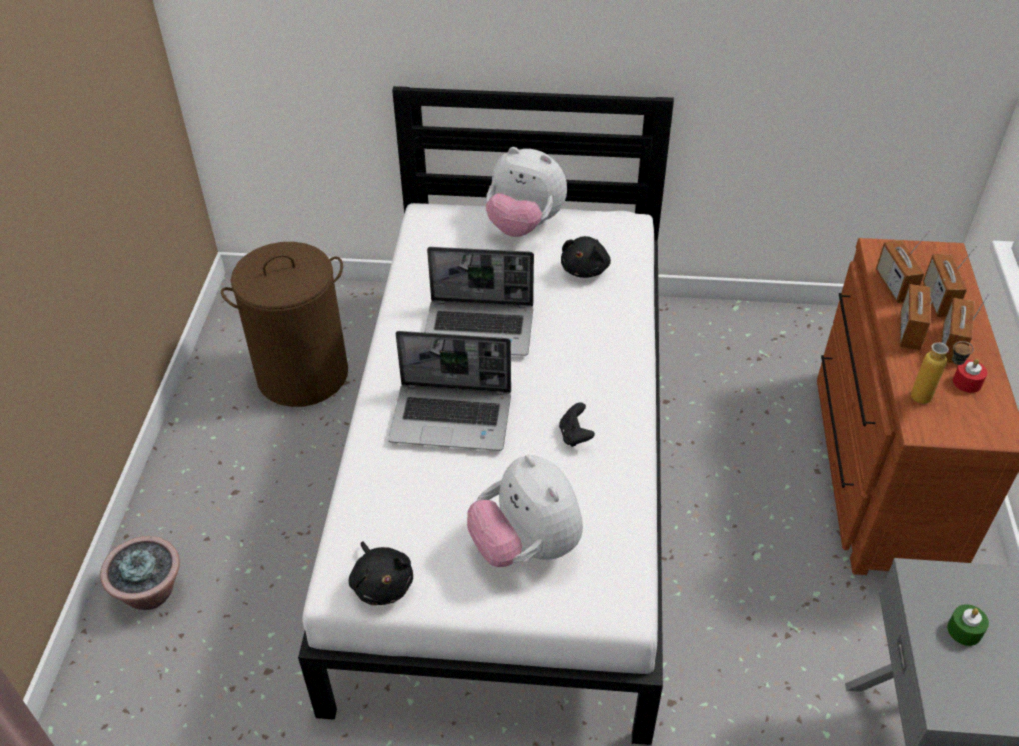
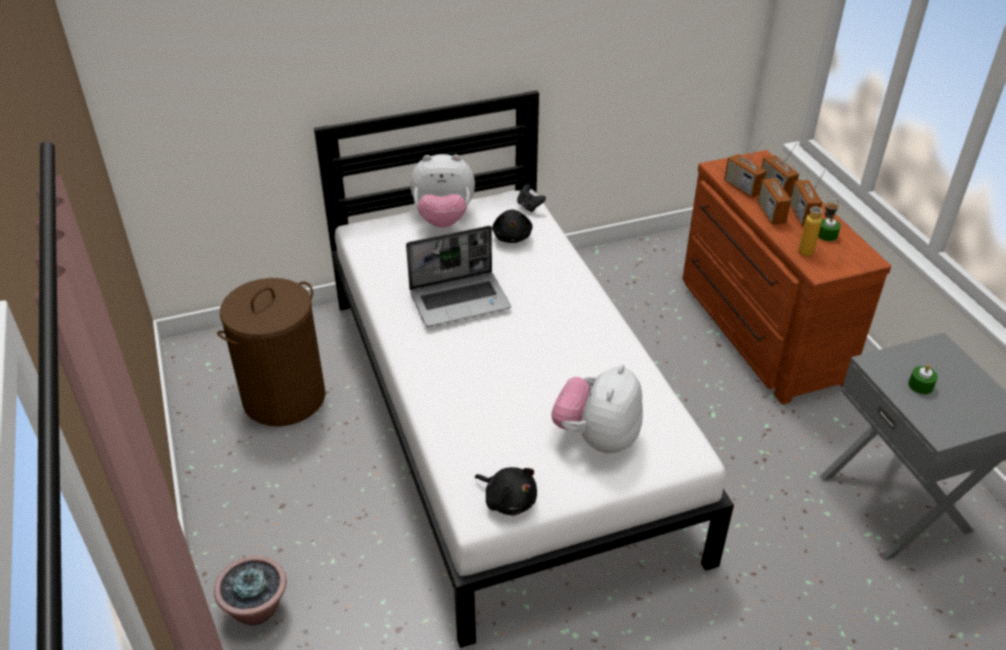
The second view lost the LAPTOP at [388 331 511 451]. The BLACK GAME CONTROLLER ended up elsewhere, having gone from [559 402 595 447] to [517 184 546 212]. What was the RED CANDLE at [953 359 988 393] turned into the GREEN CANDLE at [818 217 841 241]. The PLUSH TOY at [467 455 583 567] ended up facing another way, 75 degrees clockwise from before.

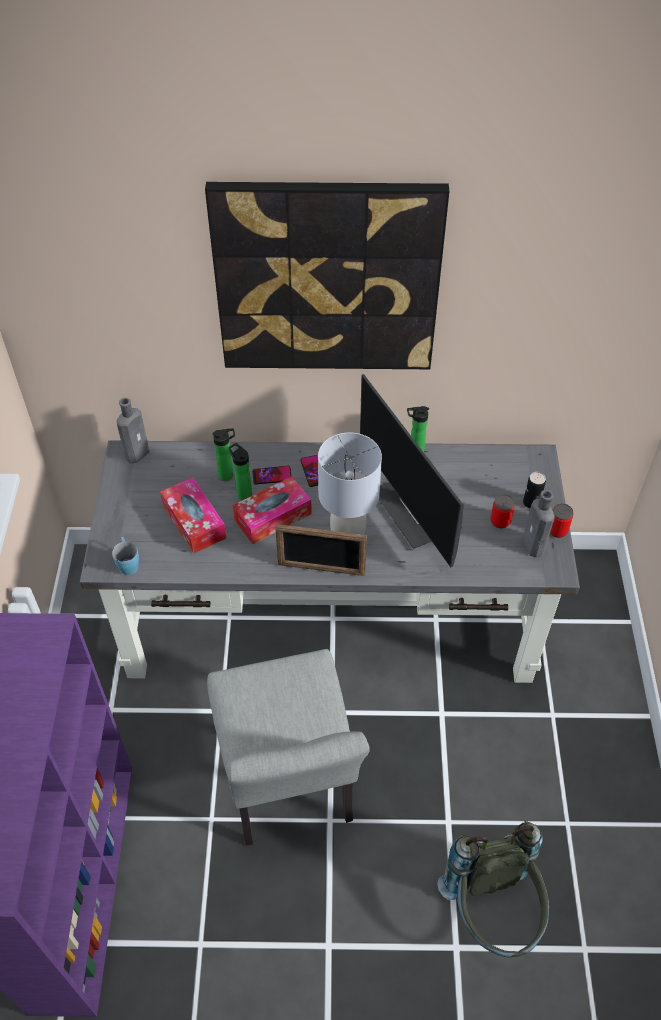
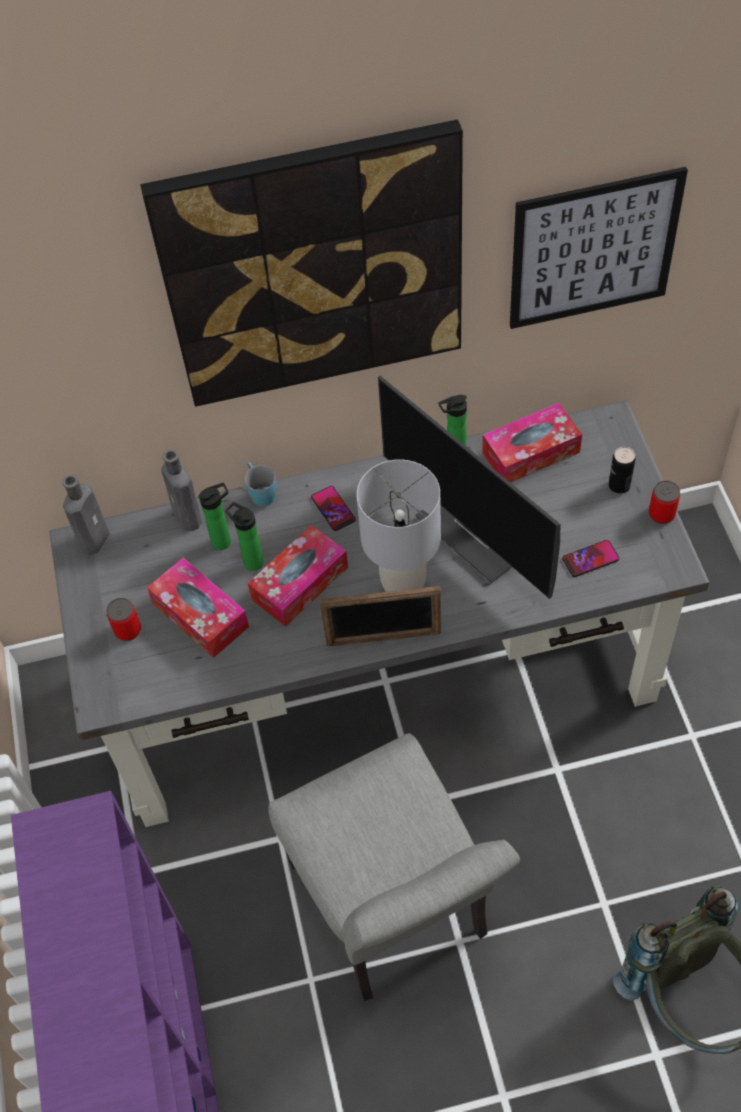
The second view gained the TISSUE BOX at [482 403 582 482]. The second view gained the PICTURE at [510 167 688 329]. The BLUE MUG ended up elsewhere, having gone from [112 537 139 575] to [245 462 277 507]. The PHONE ended up elsewhere, having gone from [252 466 291 485] to [562 540 619 577]. The CAN ended up elsewhere, having gone from [491 494 515 528] to [106 598 141 641]. The GREY BOTTLE ended up elsewhere, having gone from [522 490 555 558] to [161 450 202 531].

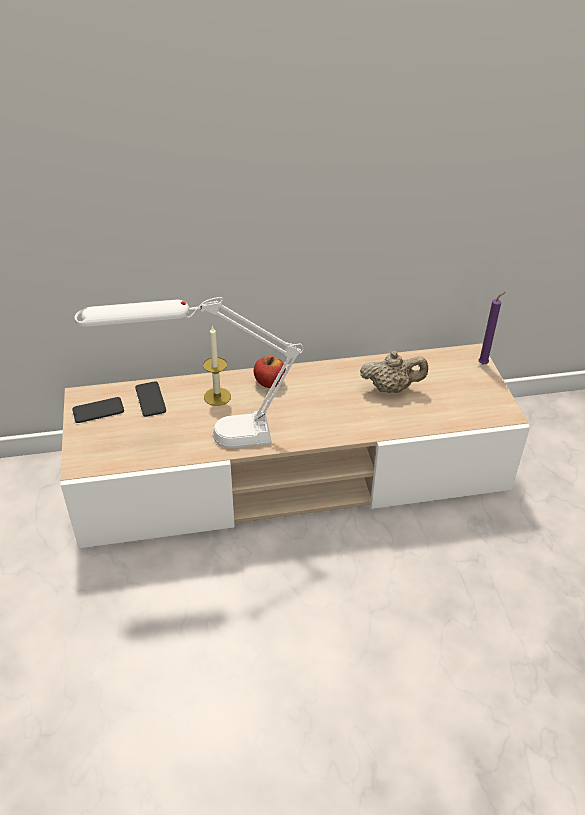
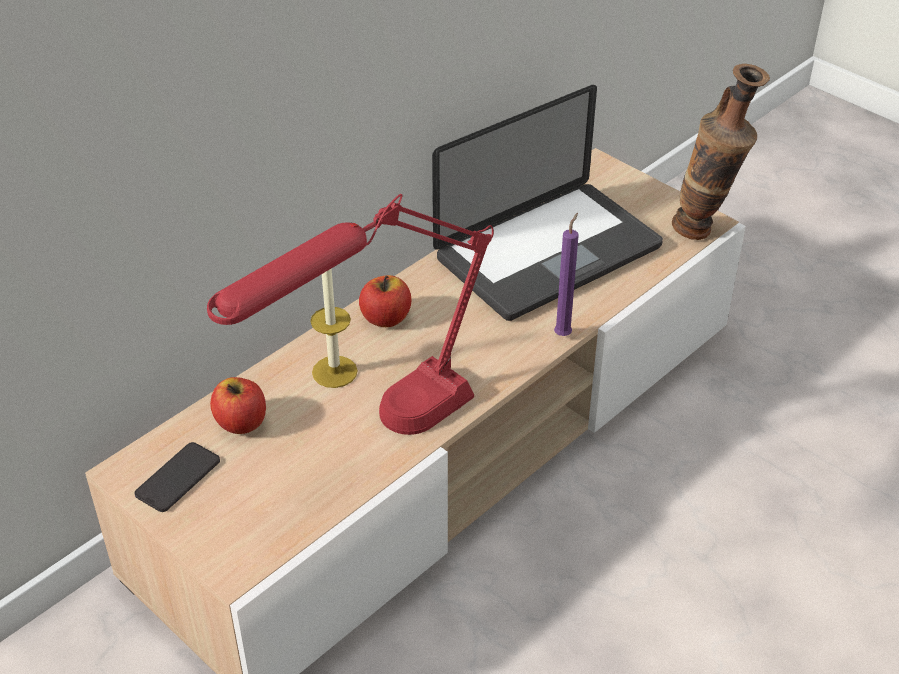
The second view gained the VASE at [672 64 770 240]. The PURPLE CANDLE ended up elsewhere, having gone from [478 291 506 364] to [554 213 579 336]. Where the PHONE stood at [135 381 166 417], the APPLE came to stand at [210 377 266 434]. Where the BEIGE TEAPOT stood at [360 351 428 393], the LAPTOP came to stand at [432 85 663 321]. What was the WHITE TABLE LAMP at [74 297 303 448] turned into the RED TABLE LAMP at [207 194 494 435].

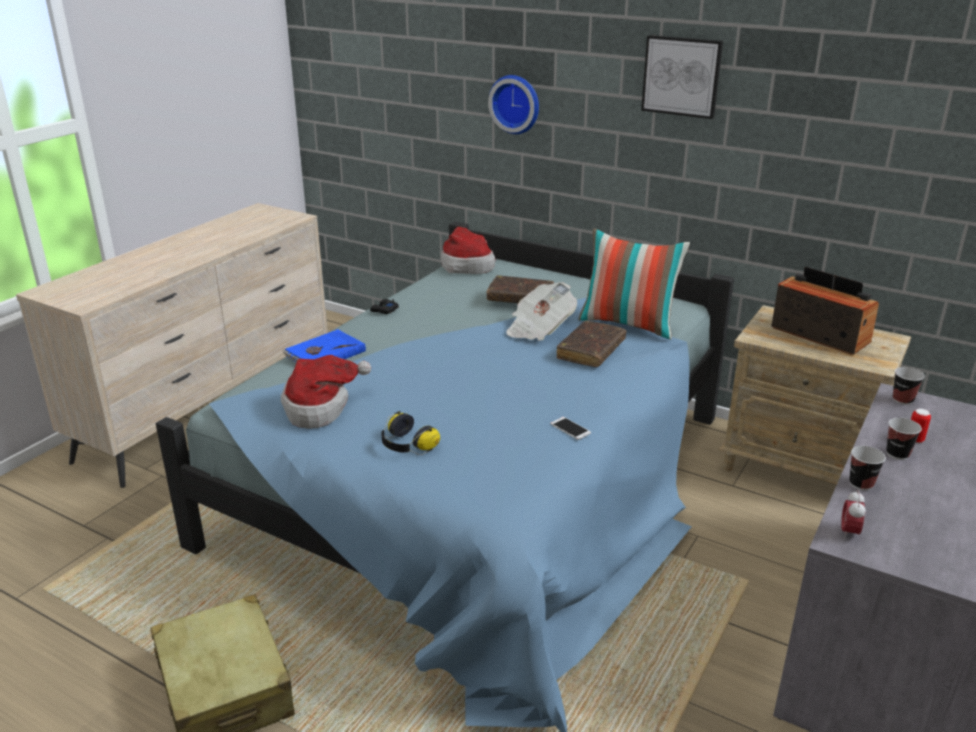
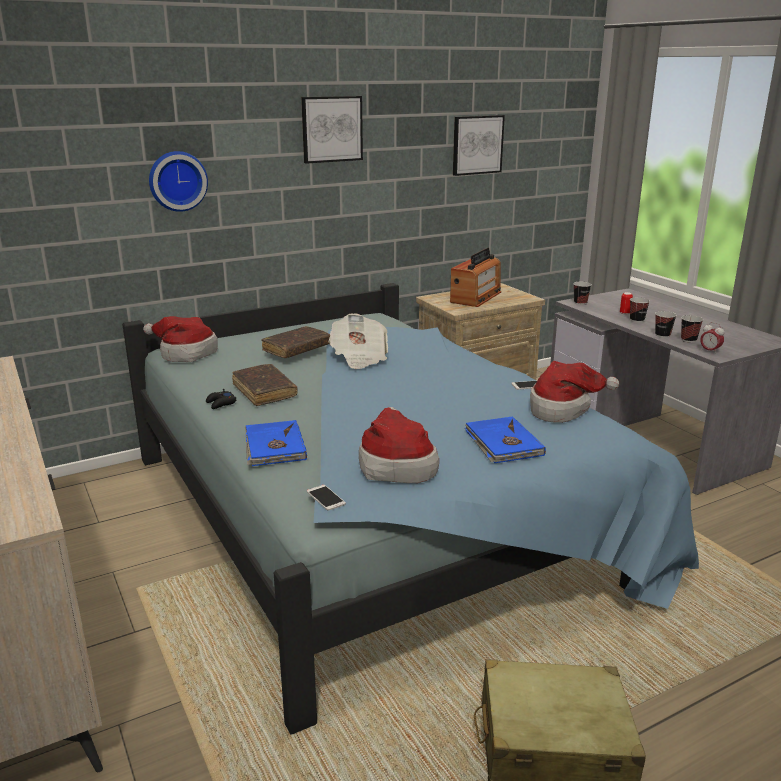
The second view lost the PILLOW at [578 228 690 340]. The second view gained the PHONE at [307 485 346 511]. The second view gained the PICTURE at [453 115 505 176]. The second view gained the HAT at [530 361 619 423]. The second view gained the CUP at [681 315 703 343]. The BROWN BOOK ended up elsewhere, having gone from [557 321 626 367] to [232 364 298 406]. Where the HEADPHONES stood at [381 411 440 455], the BLUE BOOK came to stand at [465 416 546 463]. The RADIO at [771 267 879 355] ended up facing another way, 135 degrees clockwise from before.

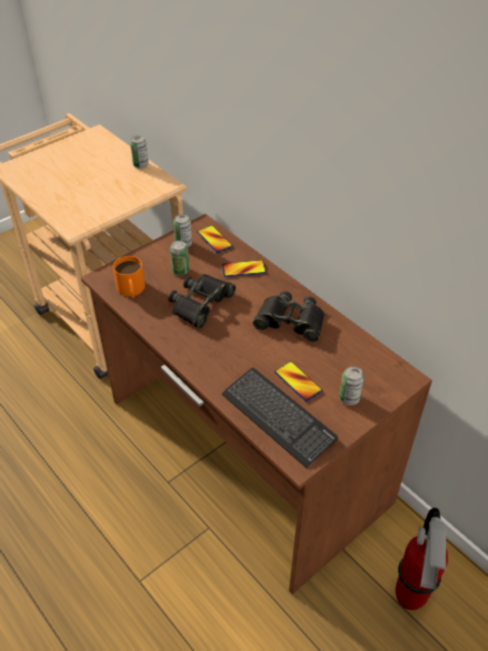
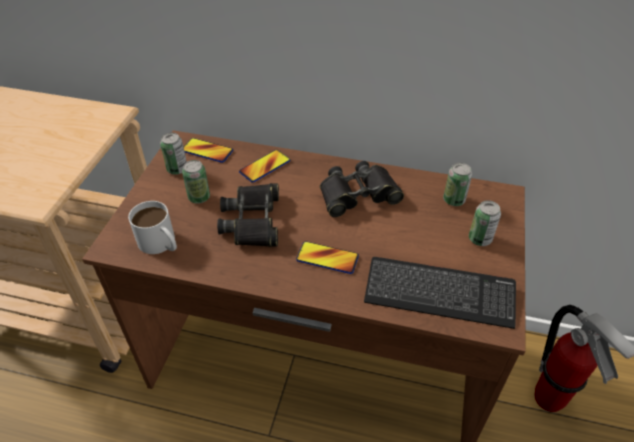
The CAN ended up elsewhere, having gone from [130 136 149 169] to [443 162 472 206]. The PHONE ended up elsewhere, having gone from [275 361 322 402] to [296 241 359 274]. What was the ORANGE MUG at [113 256 145 298] turned into the WHITE MUG at [128 201 177 254].

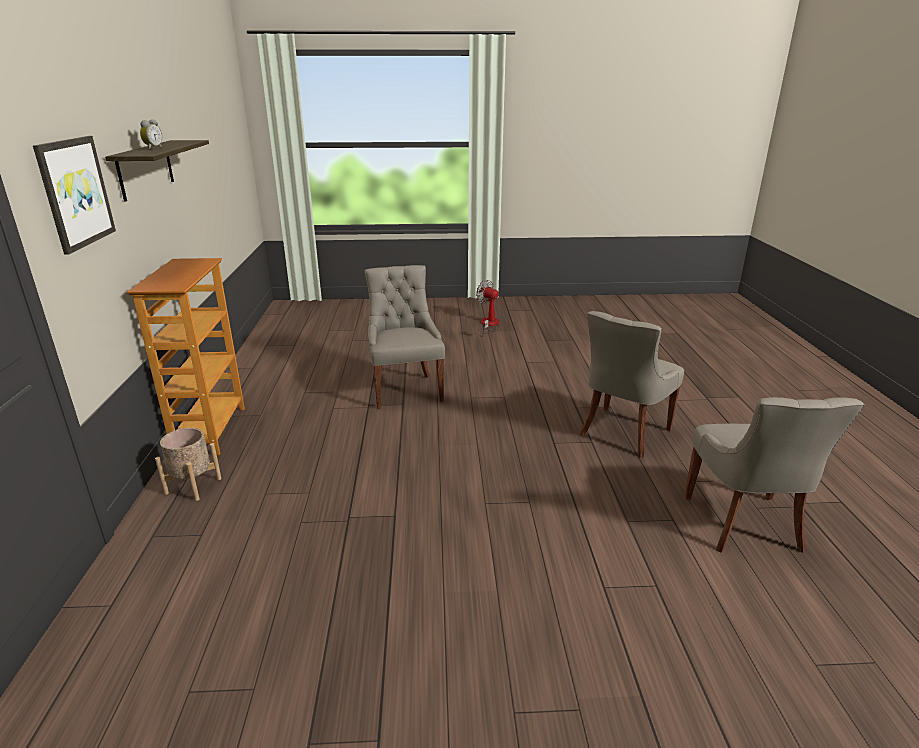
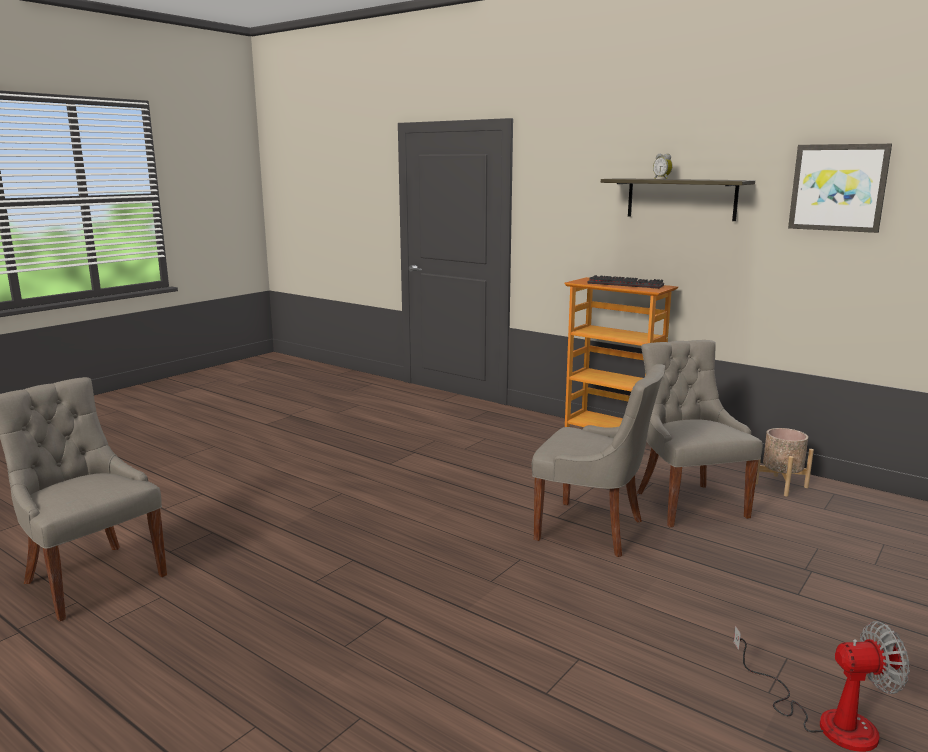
The second view gained the KEYBOARD at [588 275 664 289]. The PICTURE ended up elsewhere, having gone from [33 136 116 255] to [788 144 892 233]. The BEIGE PLANTER ended up elsewhere, having gone from [155 428 221 501] to [756 428 814 497]. The GREY CHAIR ended up elsewhere, having gone from [579 311 684 458] to [637 340 763 527].

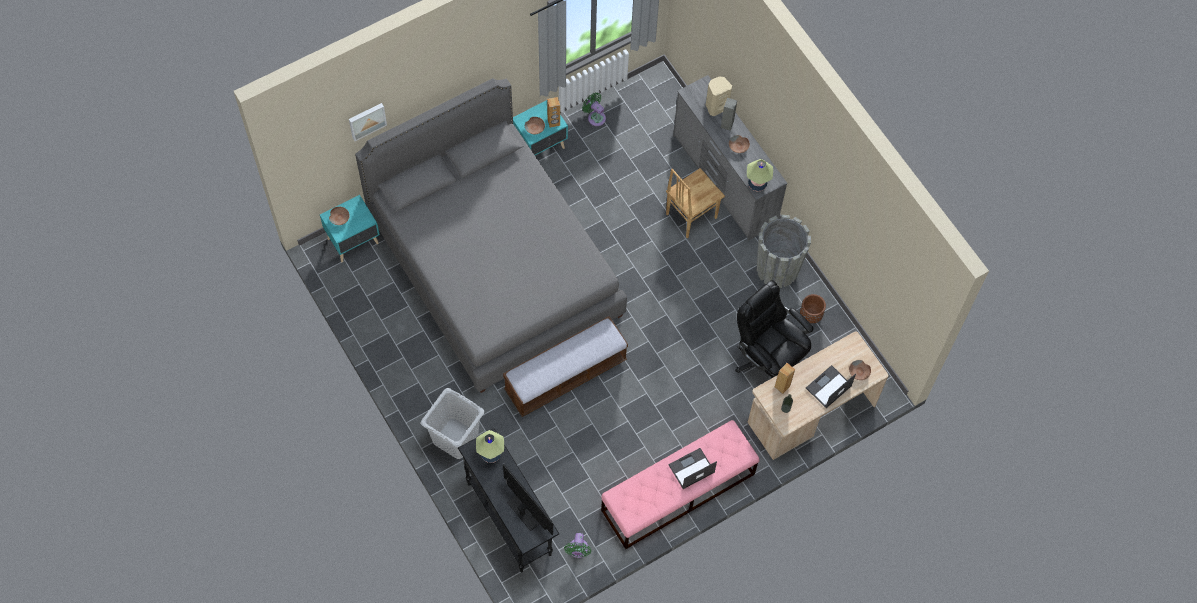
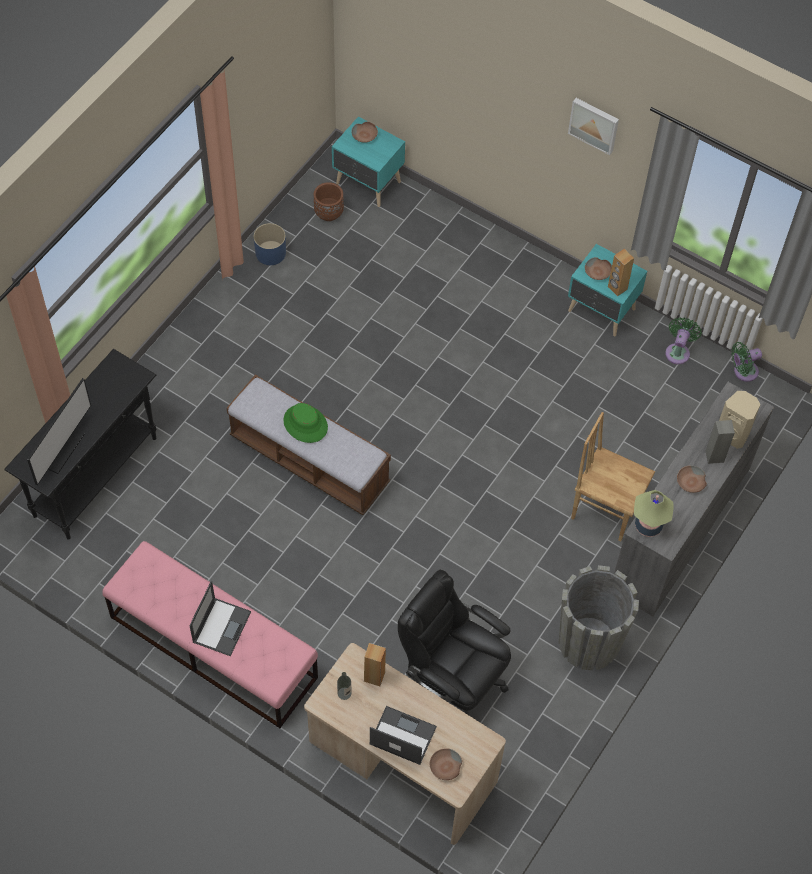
The second view lost the GREY BED at [355 78 627 393]. The second view lost the GREY LAUNDRY BASKET at [421 388 484 459]. The second view lost the TABLE LAMP at [476 430 504 463]. The second view gained the BLUE PLANTER at [253 223 286 265]. The second view gained the GREEN HAT at [283 403 328 443]. The PICTURE ended up elsewhere, having gone from [349 103 387 141] to [568 98 619 155]. The GREEN FAN ended up elsewhere, having gone from [564 533 591 558] to [731 342 762 382]. The BROWN PLANTER ended up elsewhere, having gone from [800 294 826 323] to [314 182 344 221]. The LAPTOP at [668 448 717 489] ended up facing another way, 75 degrees clockwise from before. The BLACK OFFICE CHAIR at [735 280 814 379] ended up facing another way, 75 degrees counterclockwise from before.

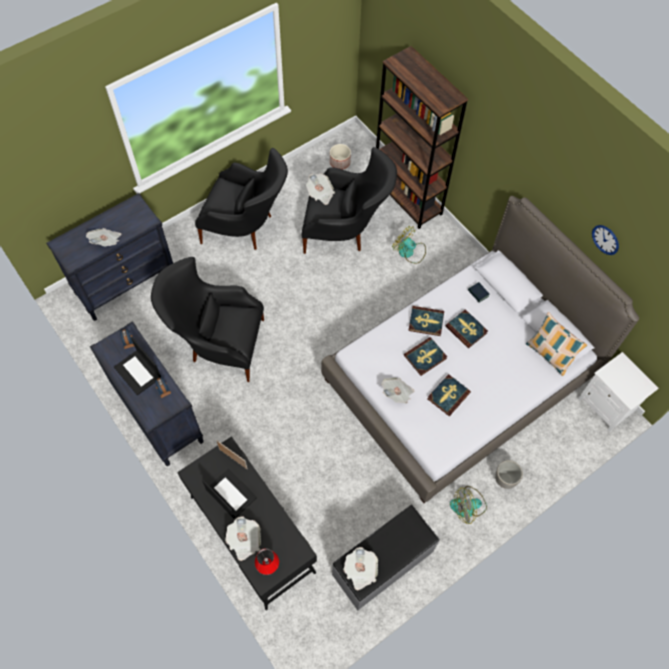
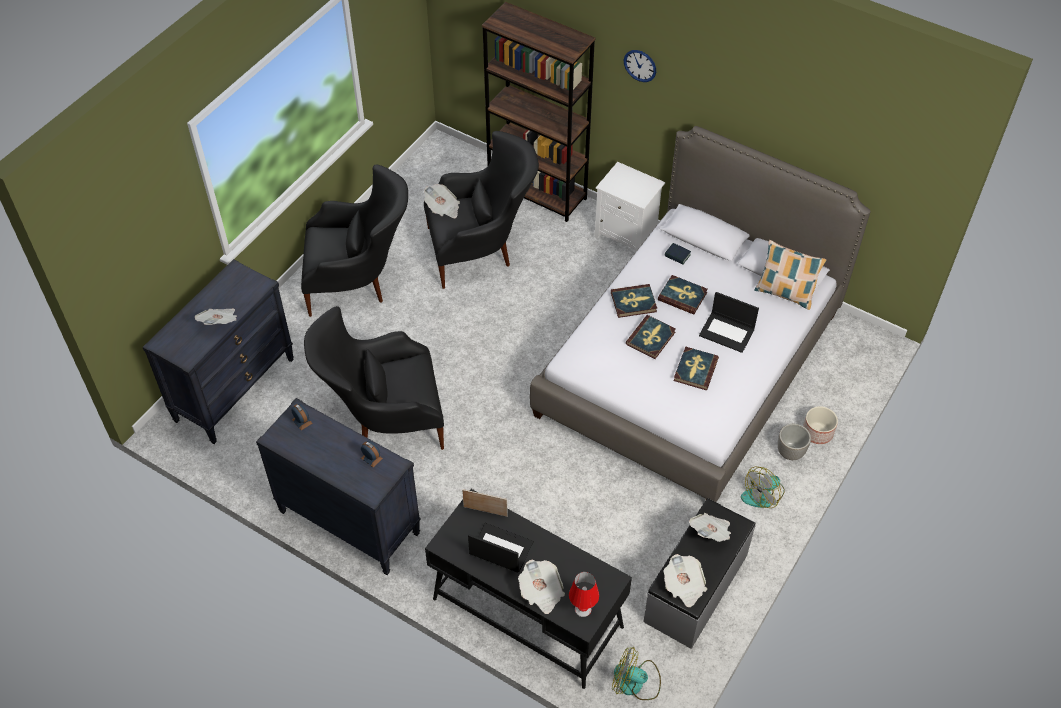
The LAPTOP ended up elsewhere, having gone from [114 337 161 395] to [699 292 759 353]. The PLANTER ended up elsewhere, having gone from [330 144 351 170] to [803 406 838 444]. The NEWSPAPER ended up elsewhere, having gone from [382 378 414 403] to [690 513 731 542]. The FAN ended up elsewhere, having gone from [392 226 426 264] to [612 647 661 700]. The WHITE NIGHTSTAND ended up elsewhere, having gone from [578 352 659 432] to [595 162 665 252]. The WALL CLOCK ended up elsewhere, having gone from [592 225 619 255] to [624 50 656 82].

